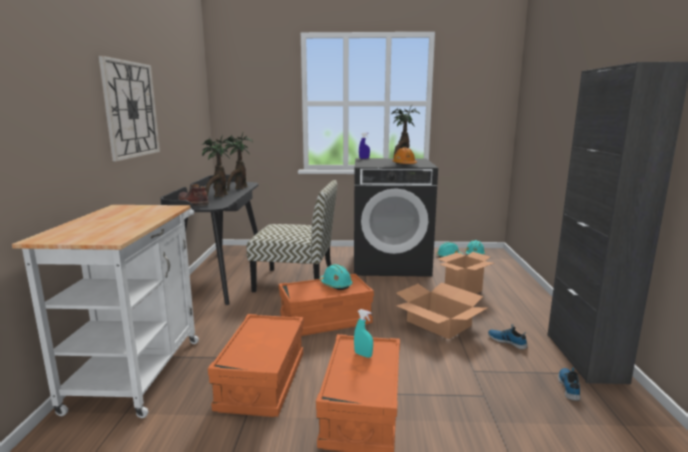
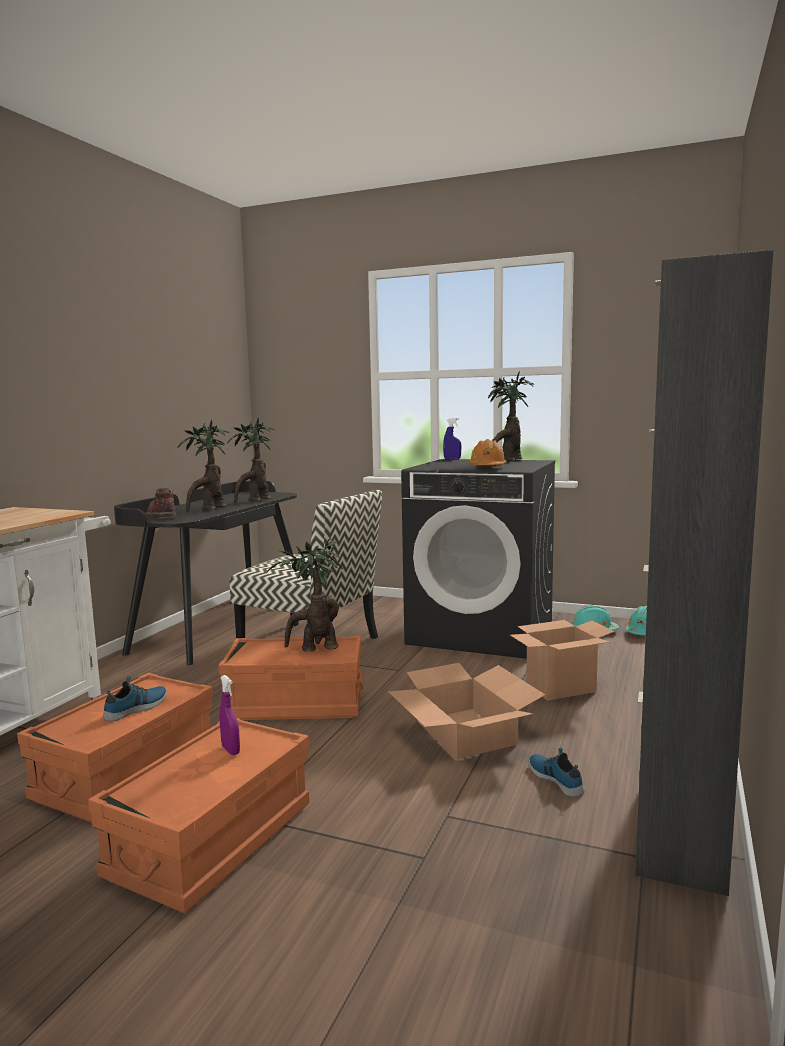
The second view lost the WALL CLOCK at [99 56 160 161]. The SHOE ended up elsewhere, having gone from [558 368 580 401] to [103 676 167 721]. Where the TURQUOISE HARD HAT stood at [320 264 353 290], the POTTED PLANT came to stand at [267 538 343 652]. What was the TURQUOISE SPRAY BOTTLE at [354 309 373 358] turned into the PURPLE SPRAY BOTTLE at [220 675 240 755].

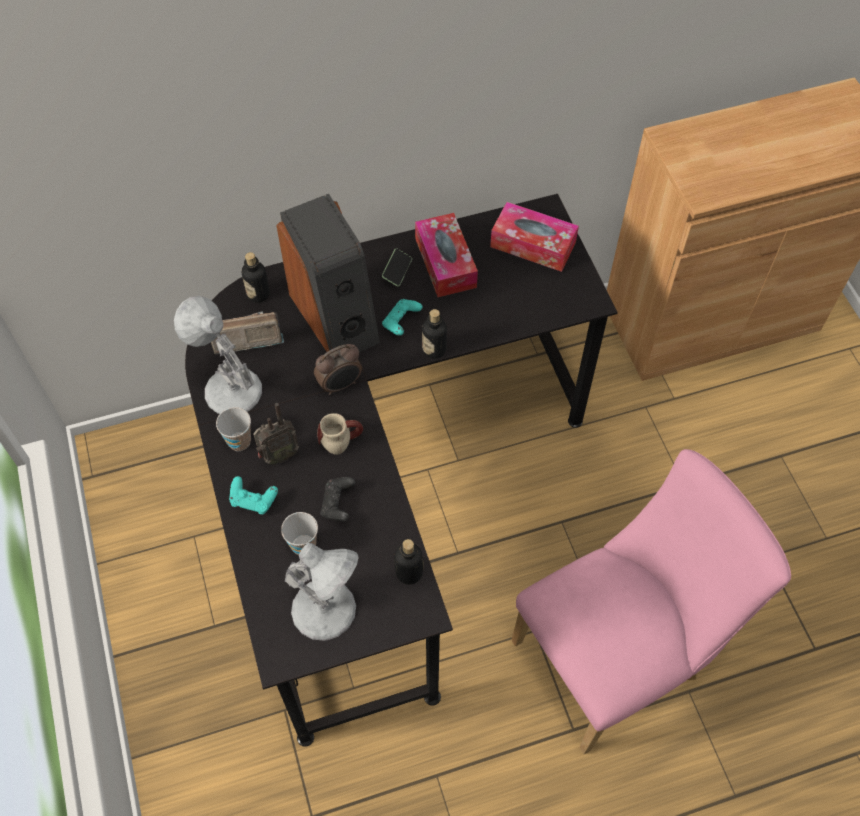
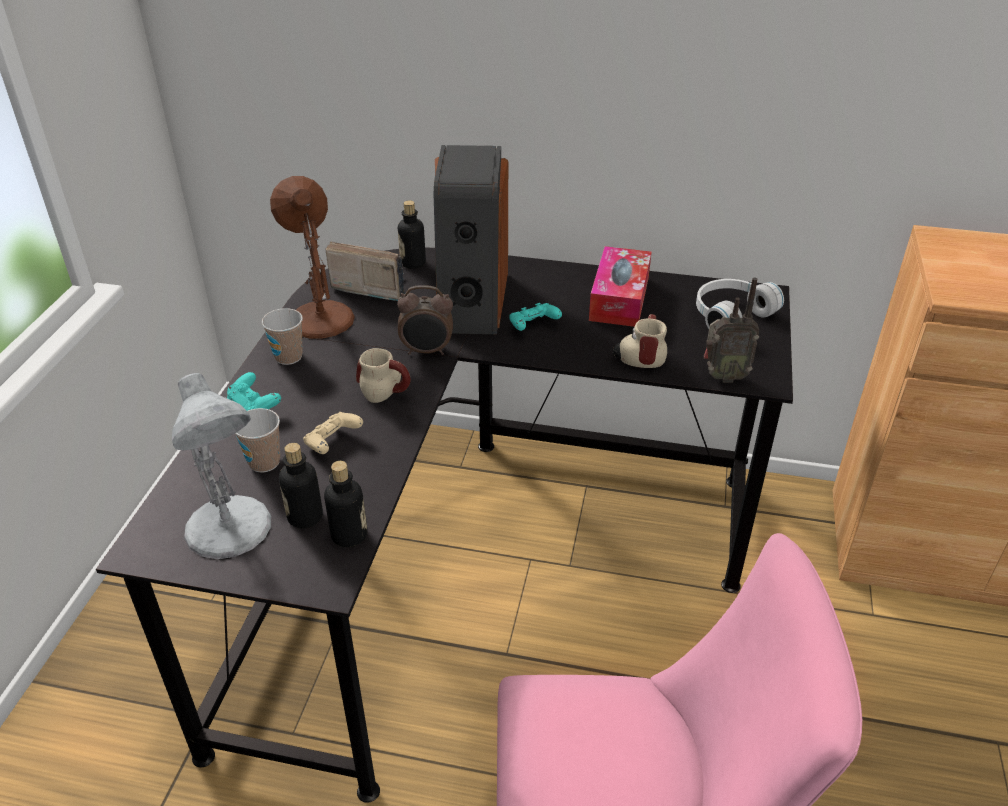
The second view lost the PHONE at [382 248 412 287]. The second view gained the MUG at [613 314 667 368]. The RADIO ended up elsewhere, having gone from [253 403 299 465] to [704 278 759 383]. The BOTTLE ended up elsewhere, having gone from [422 309 447 359] to [279 443 323 528]. Where the TISSUE BOX stood at [490 202 579 272], the WHITE HEADPHONES came to stand at [696 279 784 329]. What was the WHITE TABLE LAMP at [174 296 262 414] turned into the BROWN TABLE LAMP at [270 176 355 339]. What was the BLACK GAME CONTROLLER at [320 477 355 522] turned into the BEIGE GAME CONTROLLER at [303 412 363 454].

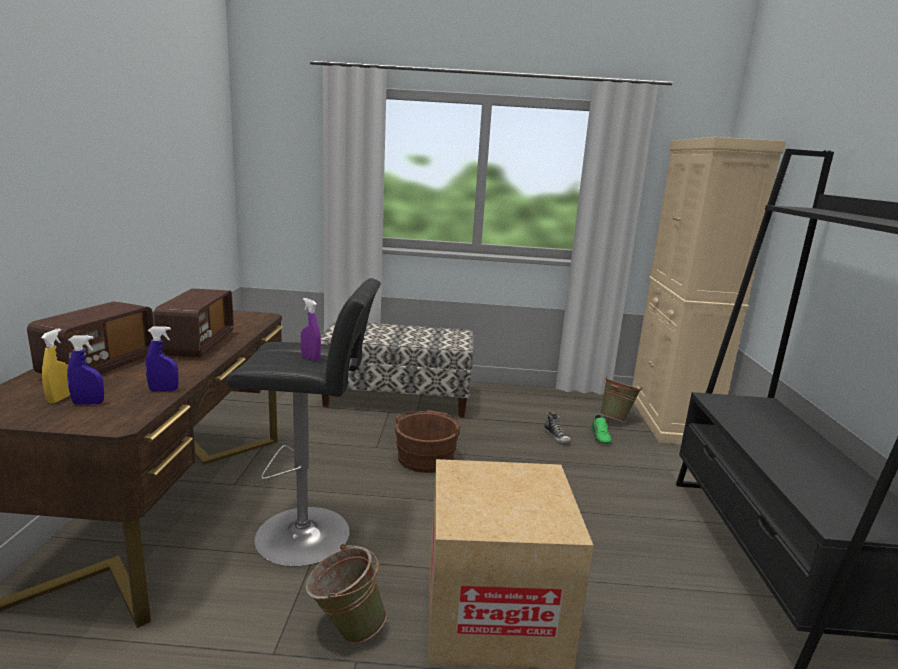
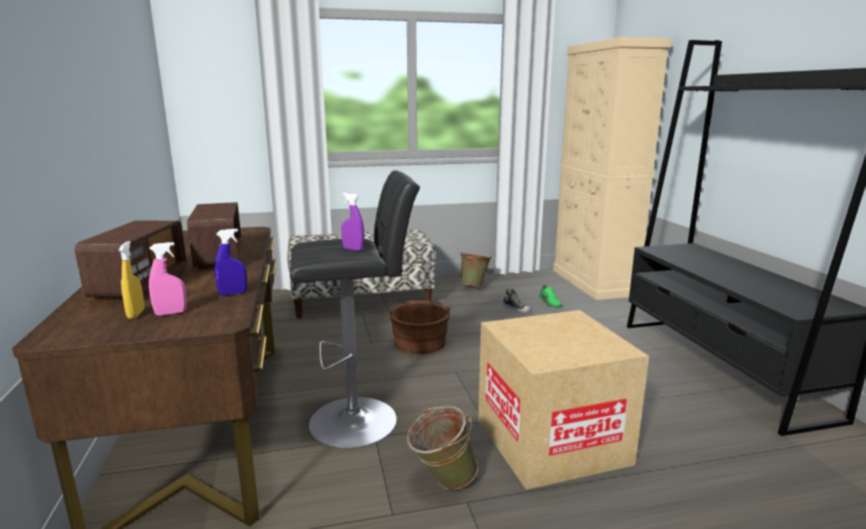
The GREEN BUCKET ended up elsewhere, having gone from [600 376 642 422] to [459 252 492 288]. What was the BLUE SPRAY BOTTLE at [67 335 104 405] turned into the PINK SPRAY BOTTLE at [149 242 187 316].

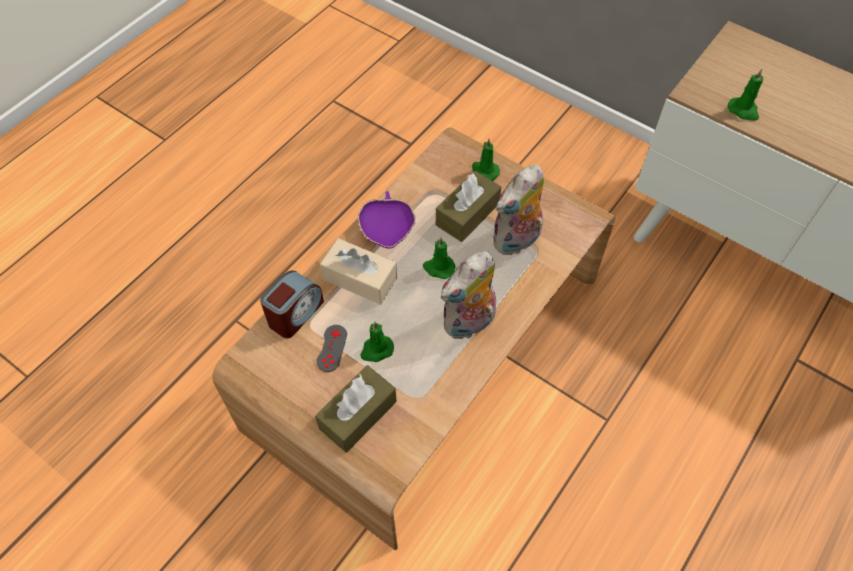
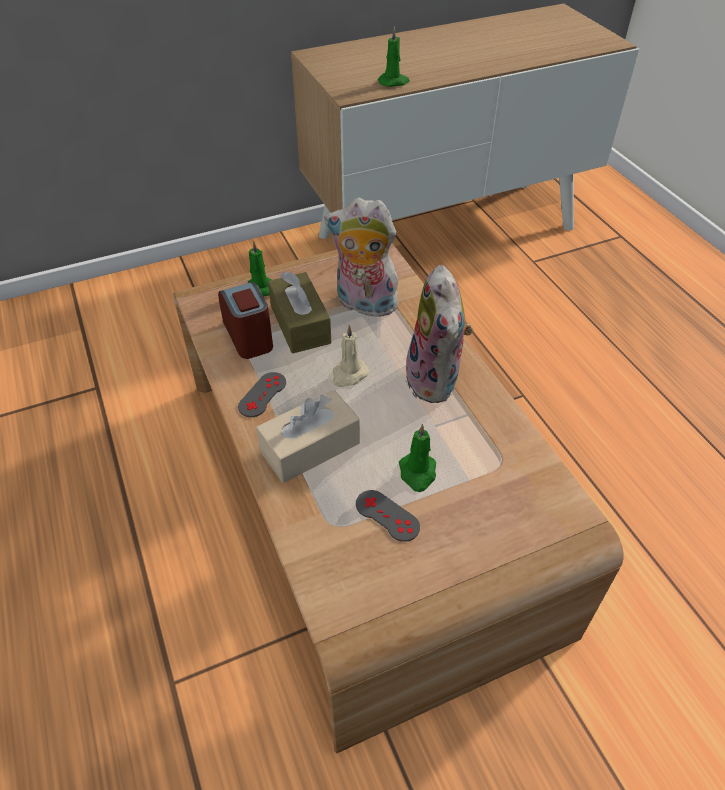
The second view lost the BROWN TISSUE BOX at [315 365 397 453]. The ALARM CLOCK ended up elsewhere, having gone from [260 271 324 338] to [218 282 273 359]. Where the PURPLE BOWL stood at [358 191 416 248], the GREY GAME CONTROLLER came to stand at [238 372 286 417]. What was the GREEN CANDLE at [423 238 456 279] turned into the BEIGE CANDLE at [332 325 369 387]. The PLUSH TOY at [492 165 544 255] ended up facing another way, 120 degrees clockwise from before.

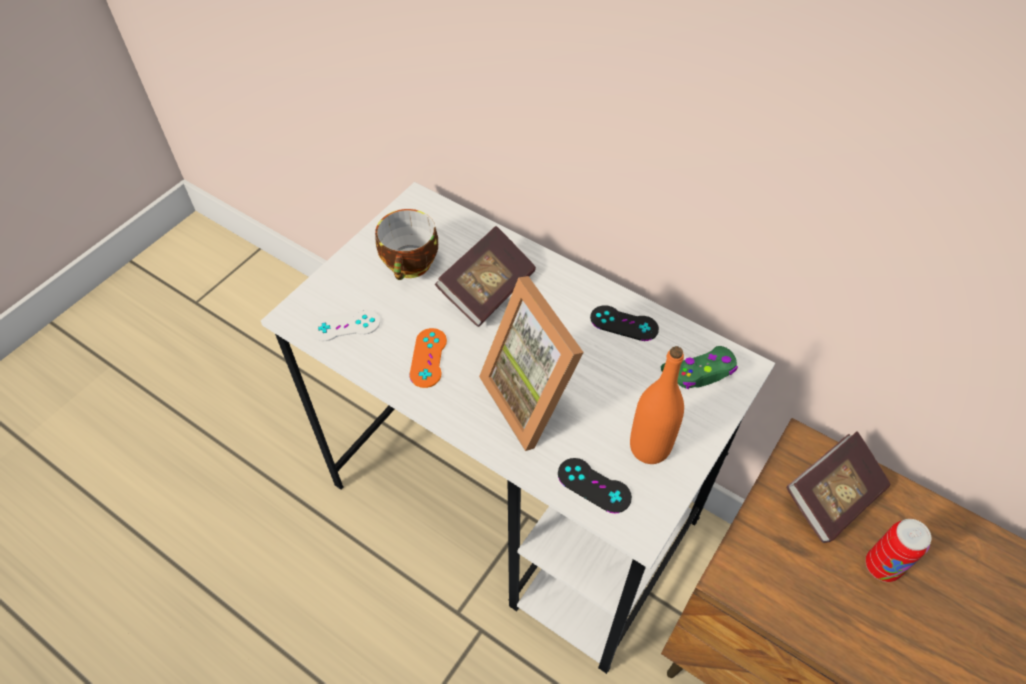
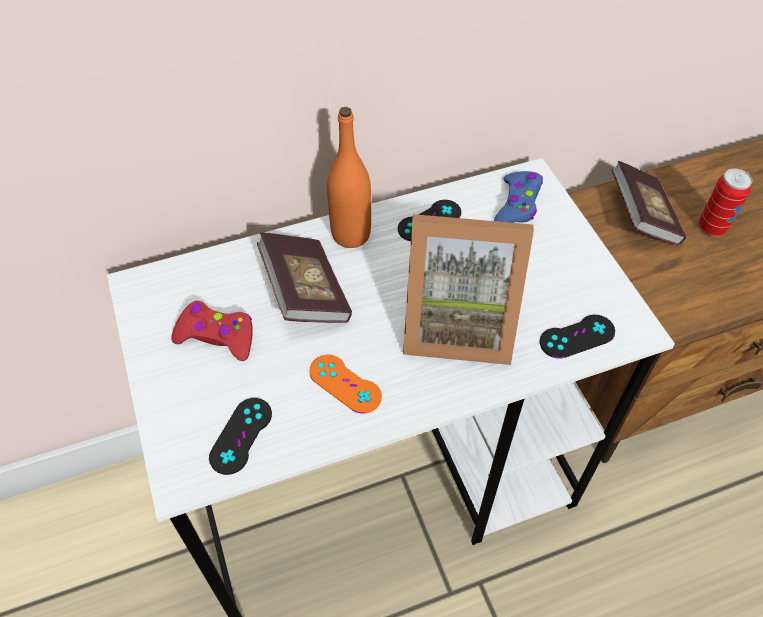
The ORANGE BOTTLE ended up elsewhere, having gone from [630 346 684 464] to [327 107 371 248]. Where the CUP stood at [375 209 438 280], the RED GAME CONTROLLER came to stand at [171 301 253 361]. What was the WHITE GAME CONTROLLER at [310 309 380 341] turned into the BLACK GAME CONTROLLER at [209 398 272 475]. What was the GREEN GAME CONTROLLER at [661 346 738 389] turned into the BLUE GAME CONTROLLER at [494 171 543 223].

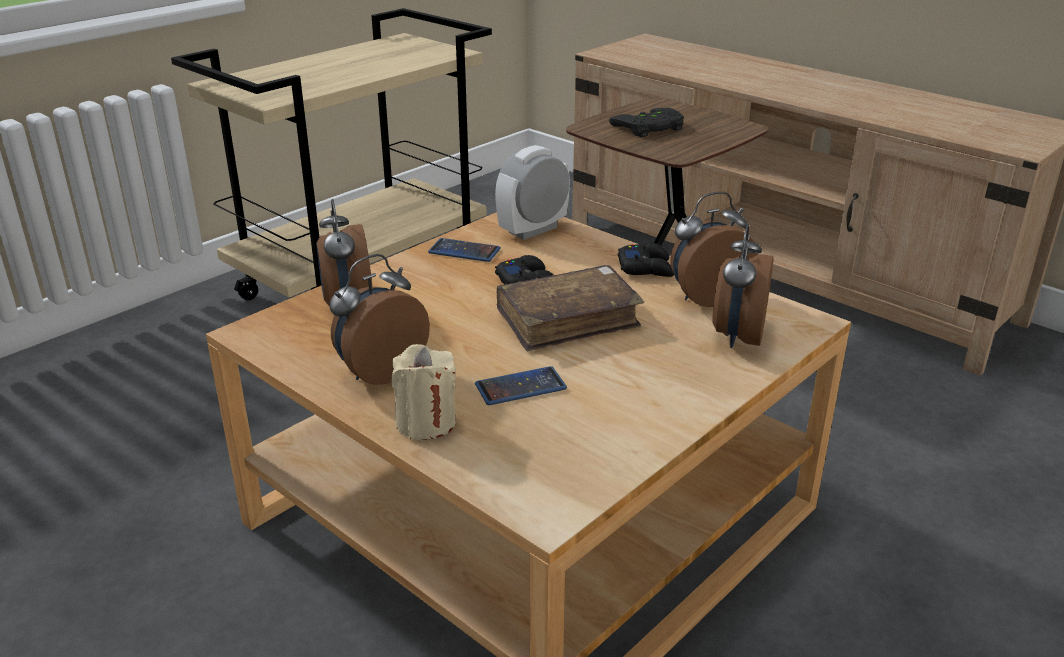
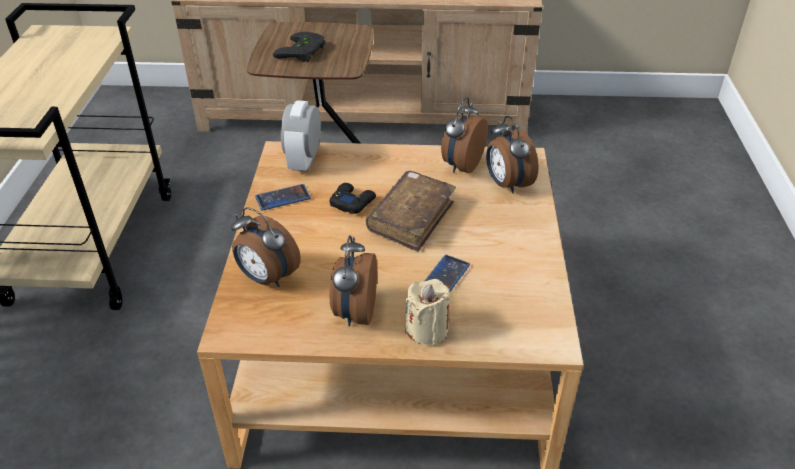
The second view lost the BLACK GAME CONTROLLER at [618 243 674 277].

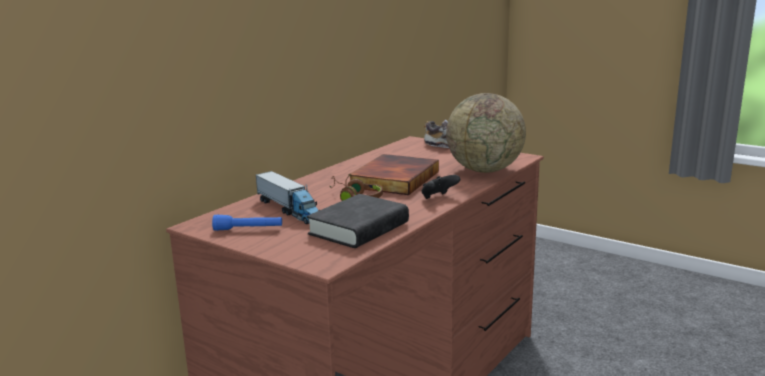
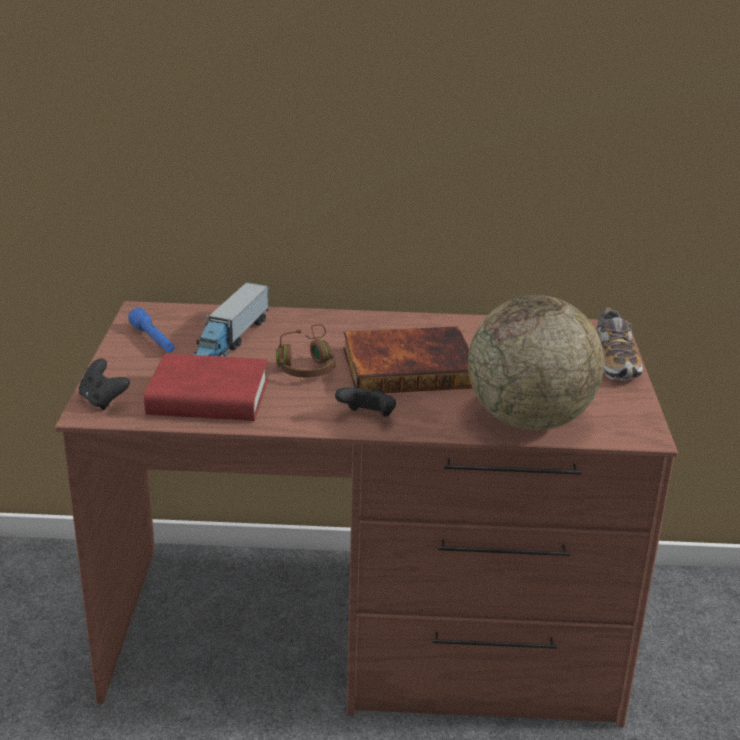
The second view gained the BLACK GAME CONTROLLER at [79 359 130 410]. What was the BLACK BOOK at [307 194 409 248] turned into the RED BOOK at [144 353 268 421].

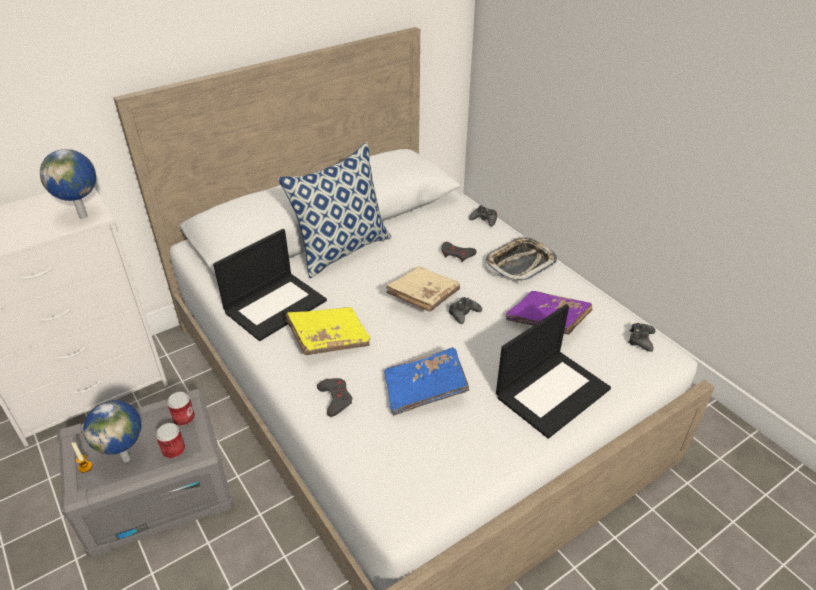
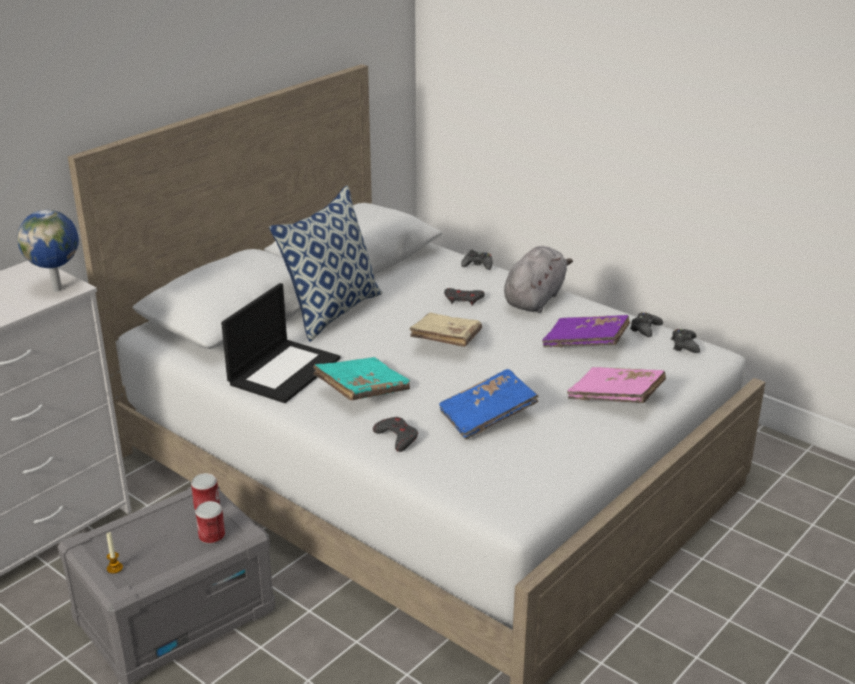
The second view lost the GLOBE at [83 400 141 462]. The BLACK GAME CONTROLLER ended up elsewhere, having gone from [449 297 482 324] to [630 312 663 337]. Where the TRAY stood at [485 236 557 283], the GREY PLUSH TOY came to stand at [504 246 573 313]. Where the LAPTOP stood at [496 304 611 439], the PINK BOOK came to stand at [567 367 666 403]. What was the YELLOW BOOK at [286 307 370 355] turned into the TURQUOISE BOOK at [313 357 410 400].

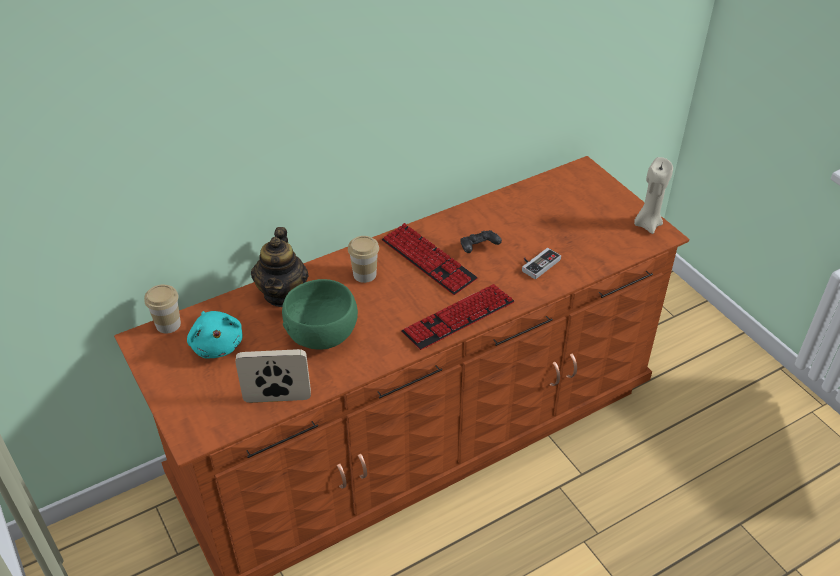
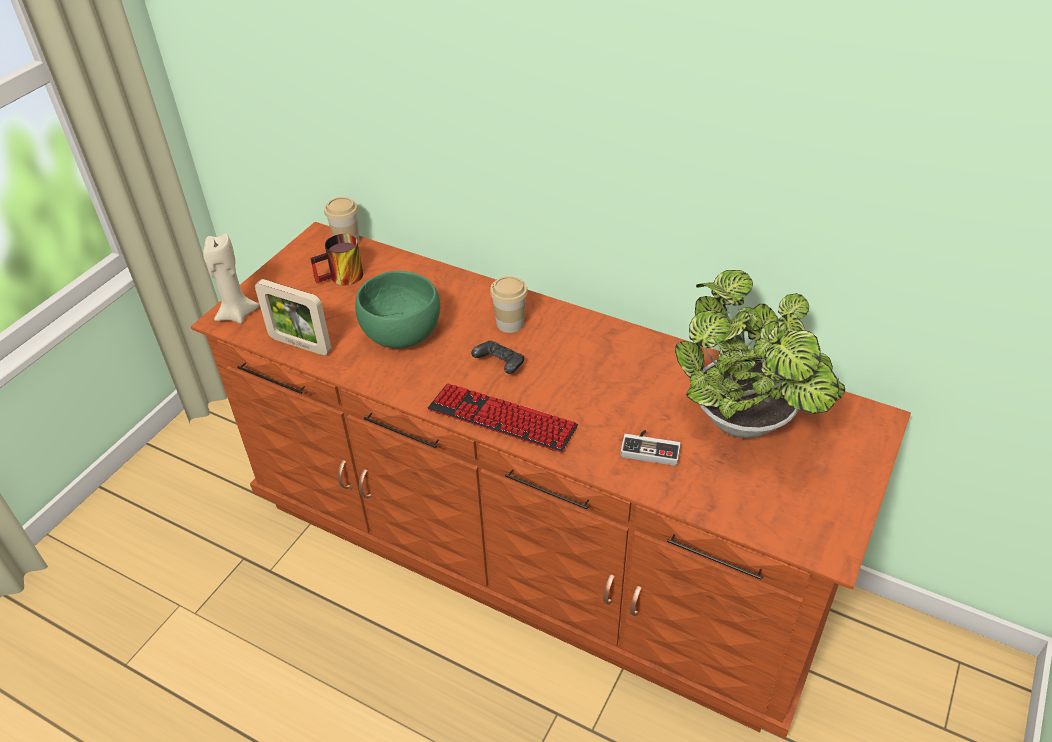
The second view lost the TEAPOT at [251 227 308 307]. The second view lost the KEYBOARD at [382 223 478 295]. The second view gained the POTTED PLANT at [675 270 845 439]. The BLACK GAME CONTROLLER ended up elsewhere, having gone from [460 230 502 253] to [471 341 524 374]. The BEIGE CANDLE ended up elsewhere, having gone from [634 157 673 234] to [203 233 260 324]. Where the TURQUOISE PLUSH TOY stood at [187 311 242 358], the MUG came to stand at [310 234 363 285]. The PICTURE FRAME at [235 349 311 403] ended up facing another way, 150 degrees clockwise from before.

